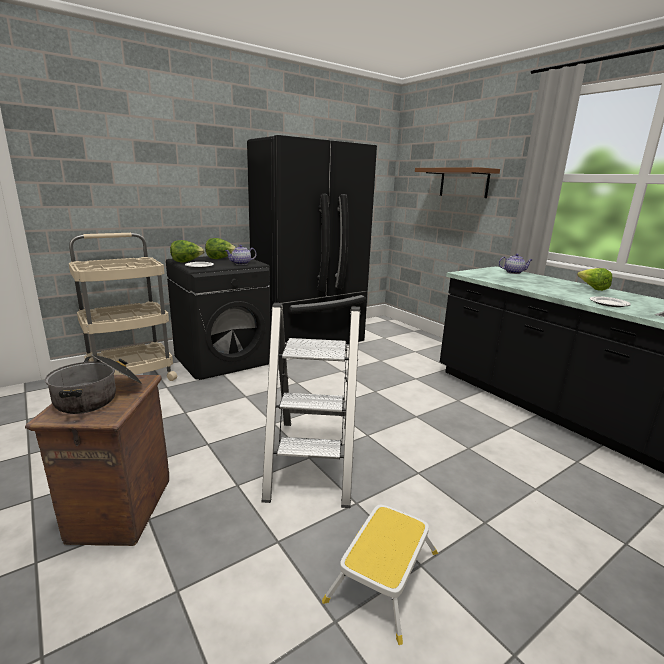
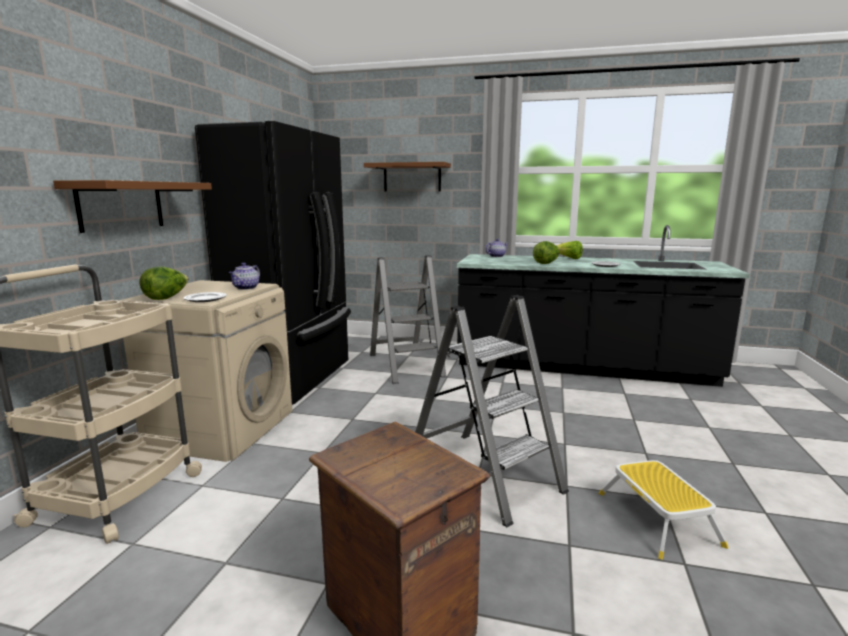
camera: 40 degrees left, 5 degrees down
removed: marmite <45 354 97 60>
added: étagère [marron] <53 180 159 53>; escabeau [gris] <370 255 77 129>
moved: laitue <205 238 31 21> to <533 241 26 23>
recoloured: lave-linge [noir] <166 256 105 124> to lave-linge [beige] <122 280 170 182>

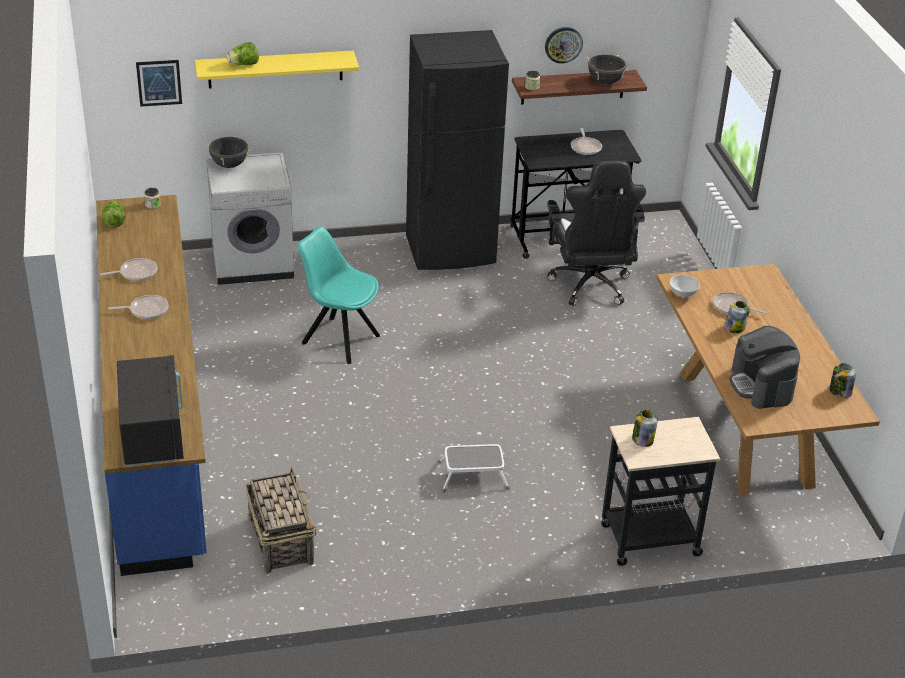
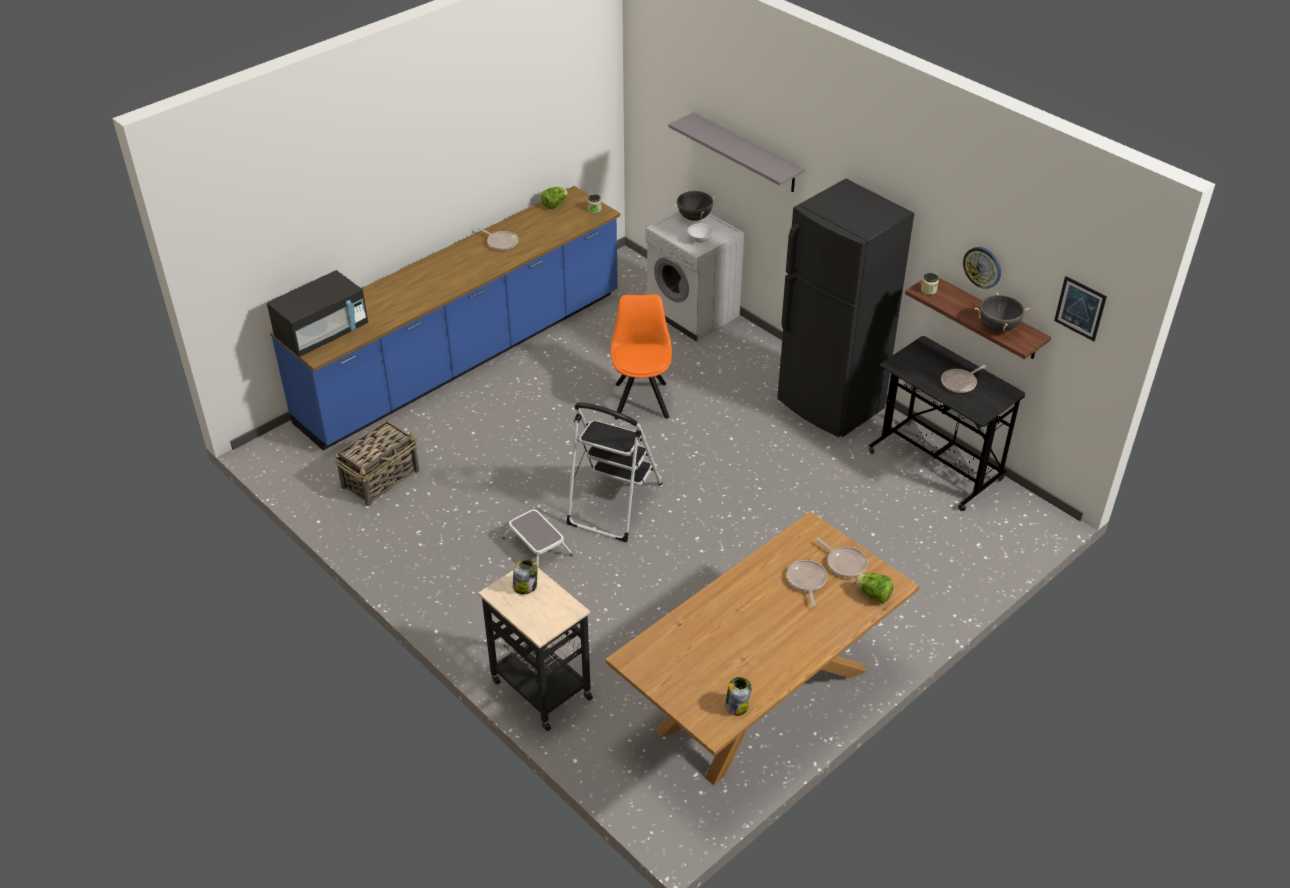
camera: 60 degrees right, 5 degrees up
removed: chaise de bureau [noir] <547 161 99 145>; bocal <725 301 25 32>; machine à café <730 326 70 83>
added: escabeau <567 403 96 139>
moved: laitue <227 42 32 23> to <855 573 38 30>; tableau <136 60 46 47> to <1054 276 53 65>; bol [blanc] <670 275 30 22> to <687 223 27 20>; poêle <108 295 60 24> to <816 538 52 40>
recoloured: étagère [jaune] <195 51 164 37> to étagère [gris] <668 112 137 80>; chaise [turquoise] <297 226 83 138> to chaise [orange] <611 294 61 126>

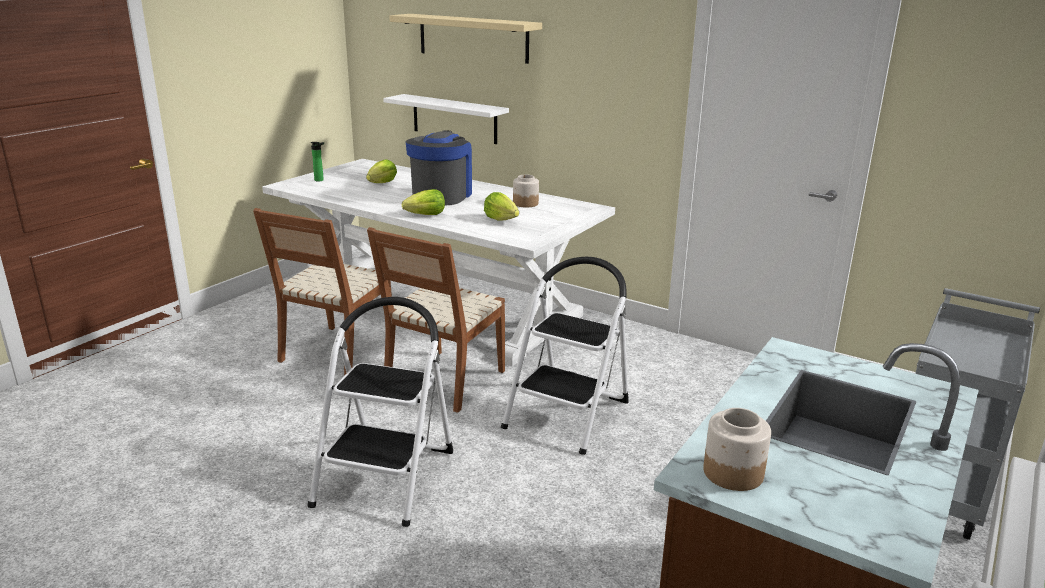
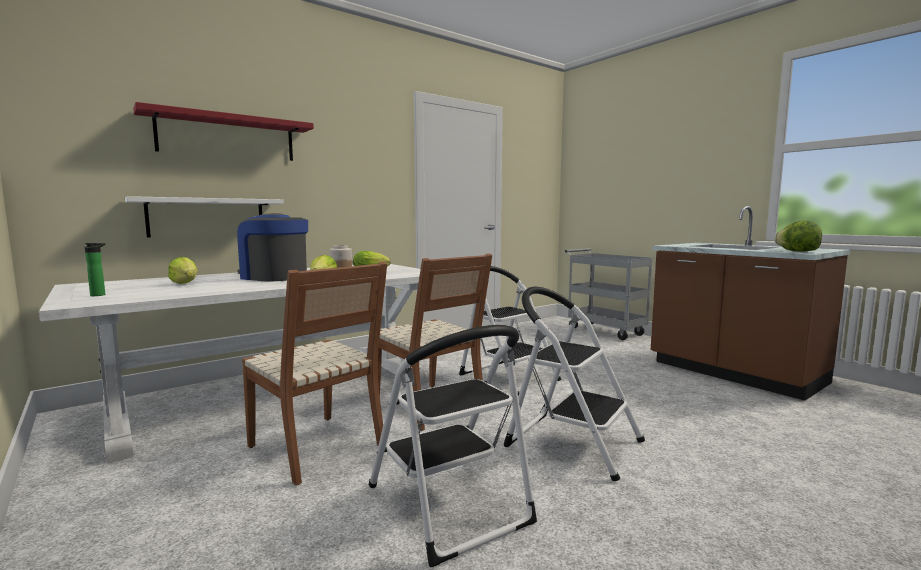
camera: 70 degrees left, 15 degrees down
added: escabeau <369 325 168 242>
replaced: bocal <703 408 68 83> to laitue <775 220 47 32>
recoloured: étagère [beige] <389 14 153 50> to étagère [rouge] <133 102 181 59>

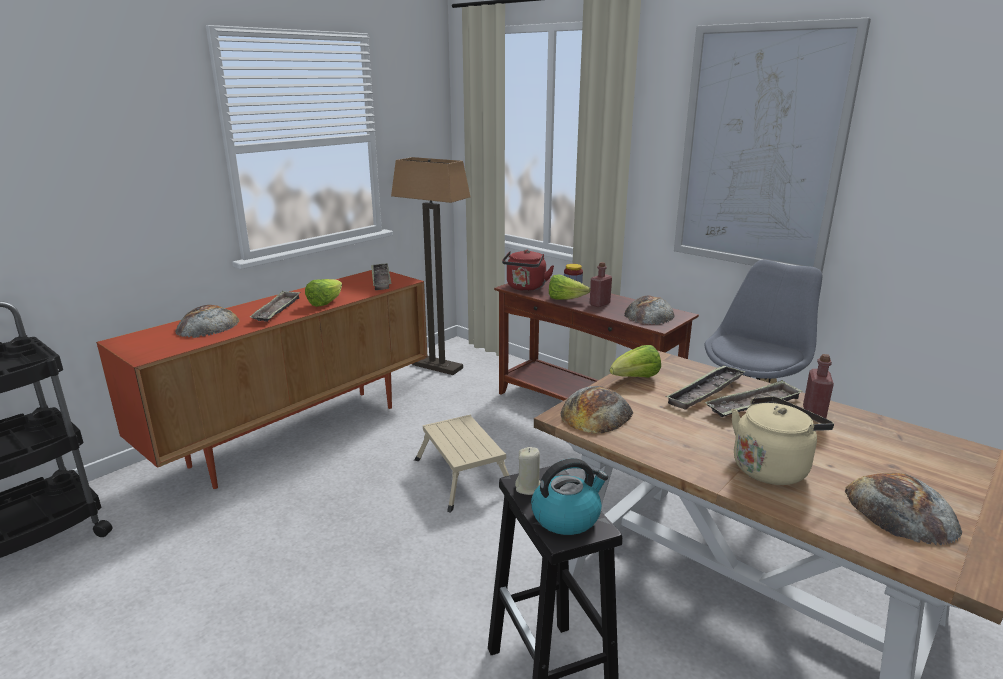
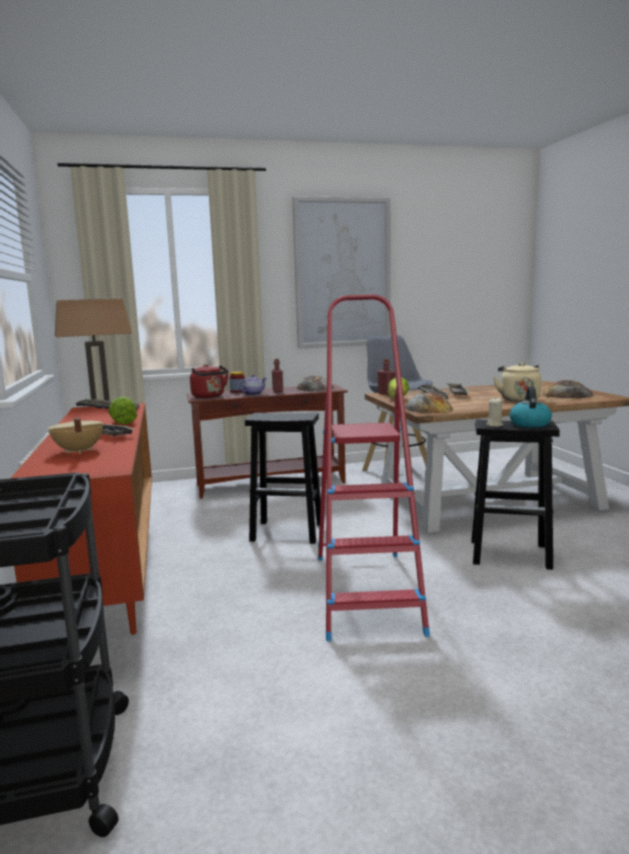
camera: 55 degrees left, 10 degrees down
added: escabeau [rouge] <318 295 112 346>
moved: bouteille [rouge] <803 354 31 64> to <378 359 17 36>
replaced: laitue <549 274 41 26> to théière <238 374 29 21>; pain <175 305 64 33> to marmite [beige] <48 417 55 37>; escabeau [beige] <414 415 96 98> to tabouret [noir] <245 413 76 131>

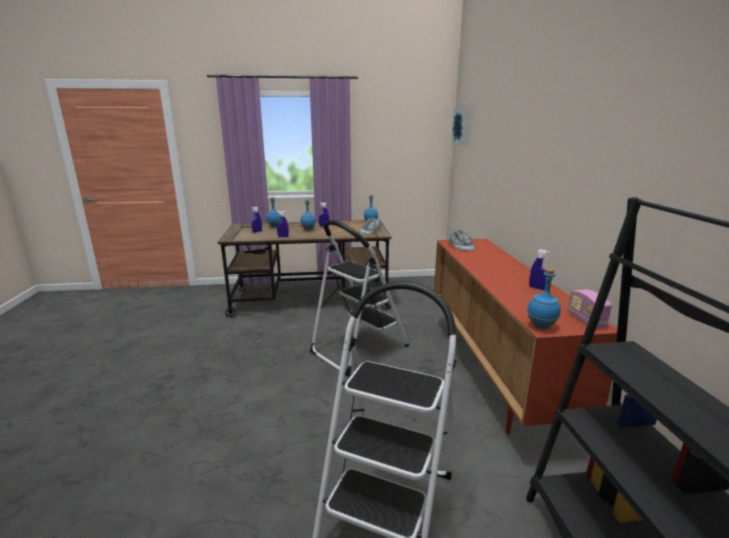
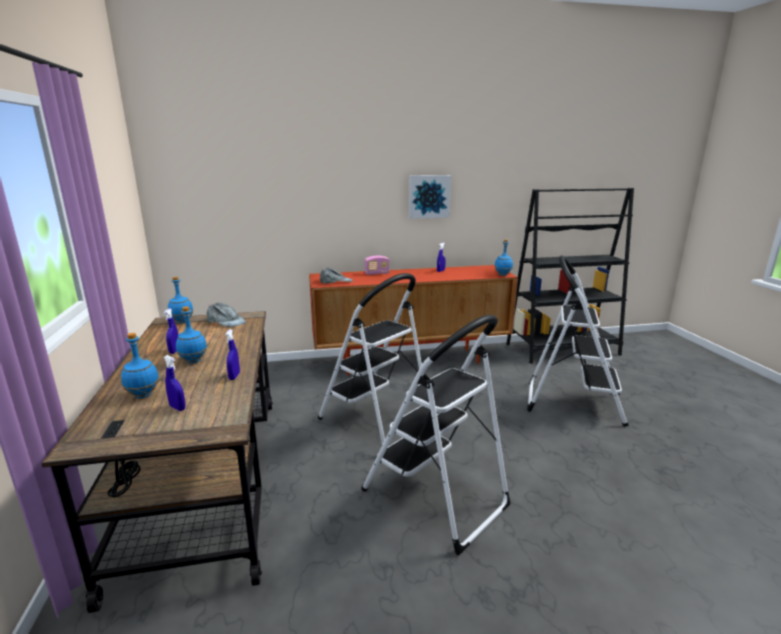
camera: 95 degrees left, 0 degrees up
added: escabeau <361 315 150 240>
moved: tableau <451 107 19 38> to <409 175 42 44>; radio <568 290 44 38> to <365 256 25 19>

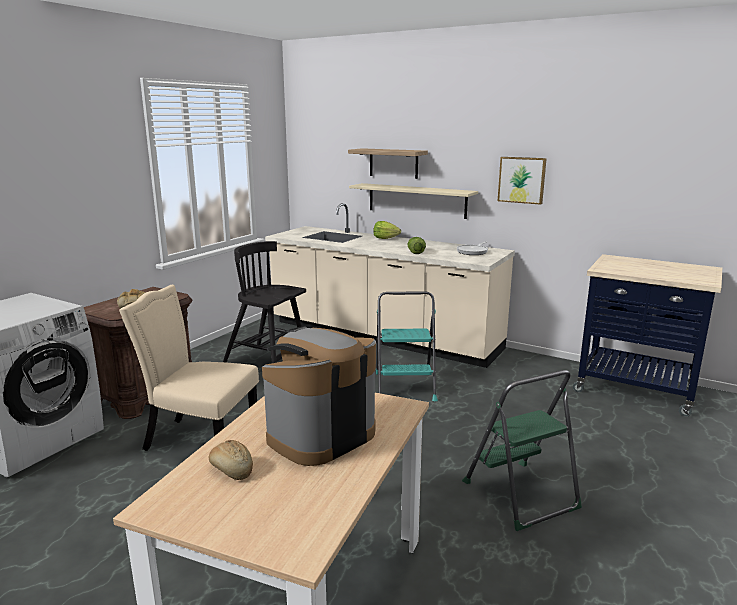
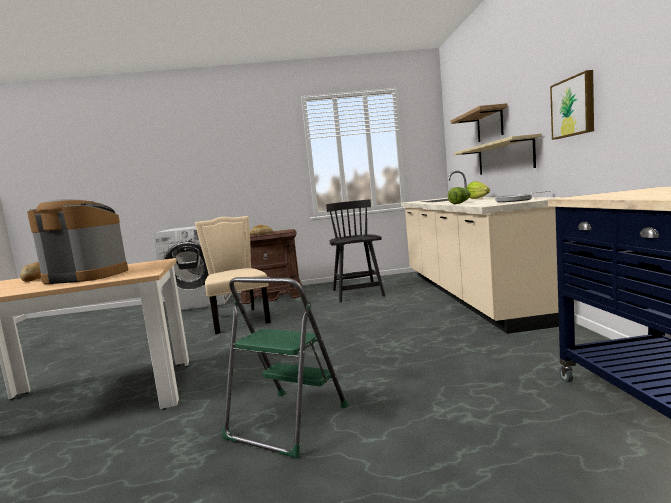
camera: 55 degrees right, 10 degrees down
removed: escabeau [turquoise] <376 291 62 110>

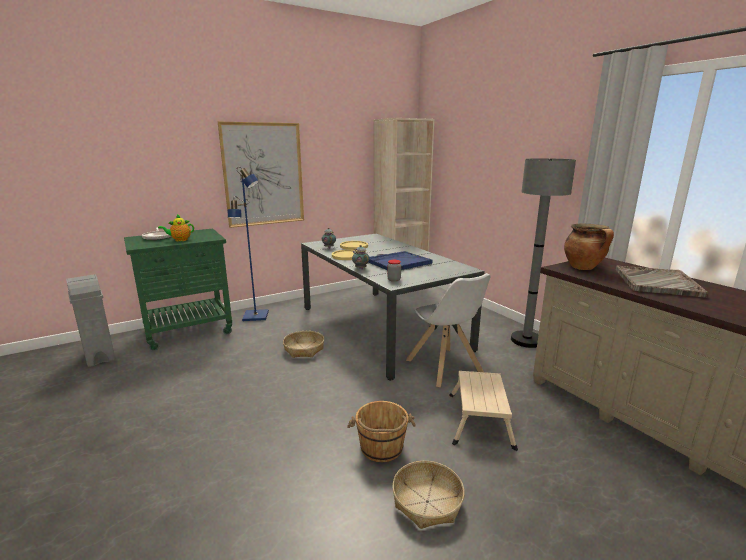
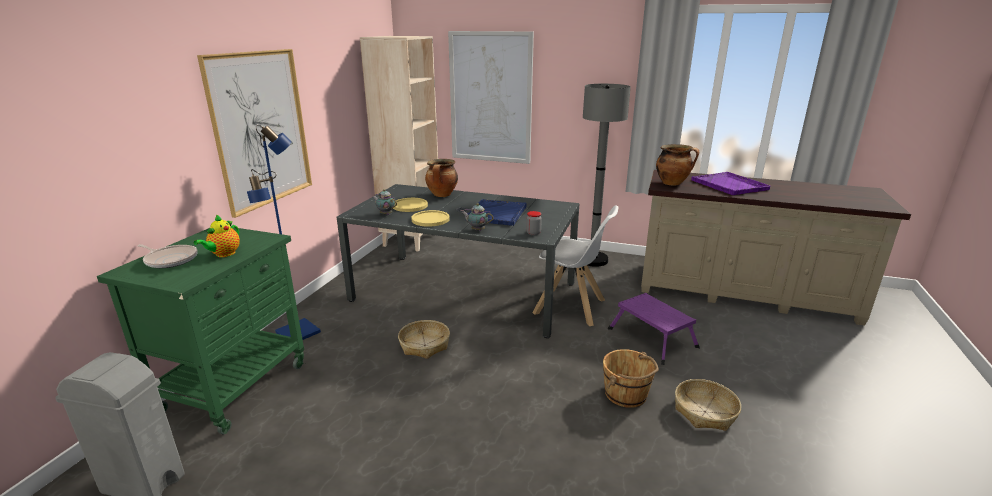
camera: 40 degrees left, 5 degrees up
added: tableau <448 31 86 133>; marmite <425 159 33 38>
recoloured: plateau [gris] <616 265 92 33> to plateau [violet] <691 172 79 23>; escabeau [beige] <449 371 69 80> to escabeau [violet] <608 293 92 72>

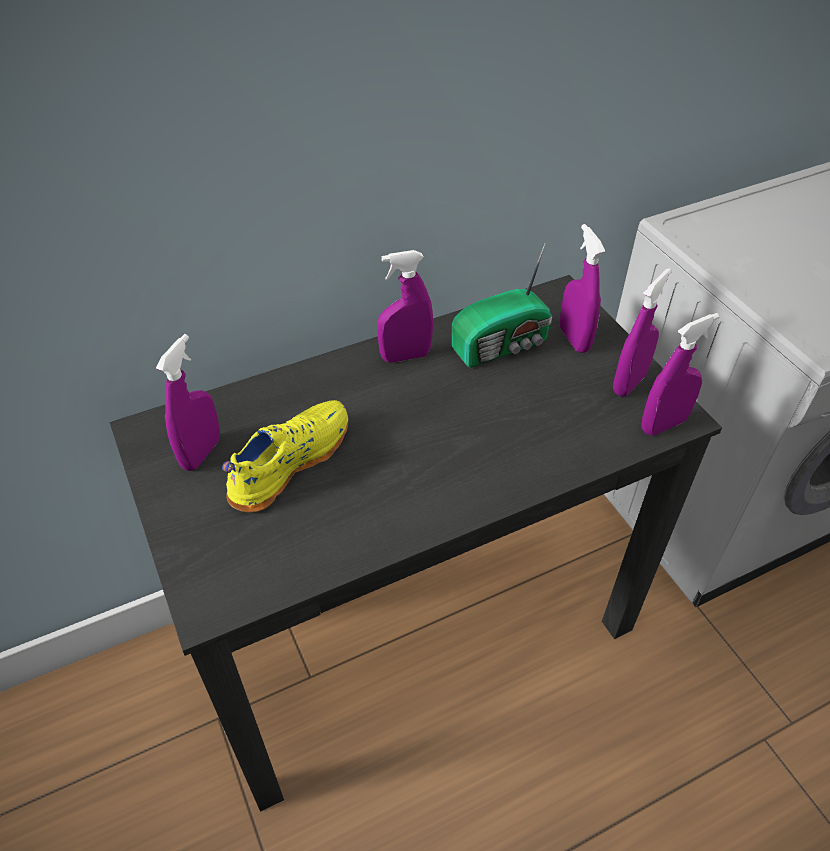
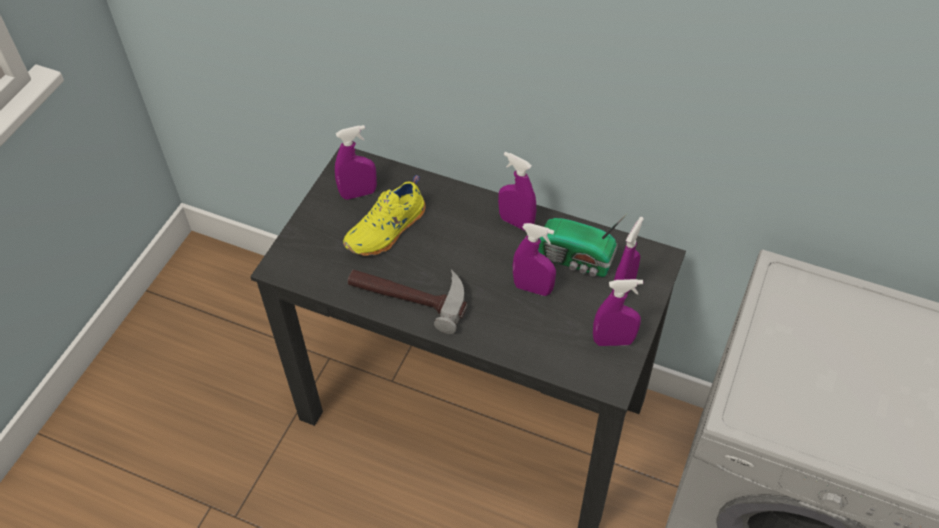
camera: 50 degrees right, 5 degrees up
added: marteau <348 270 119 64>
moved: vaporisateur [violet] <641 313 79 122> to <513 223 43 73>
turned: chaussure [jaune] <222 400 126 113> = <343 175 83 81> 135 degrees clockwise

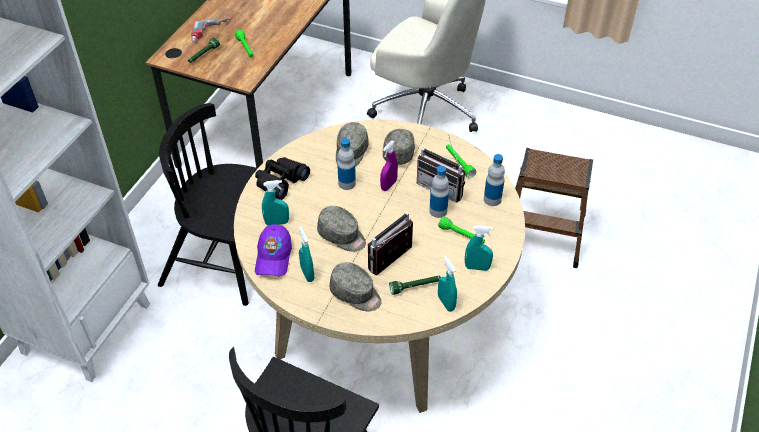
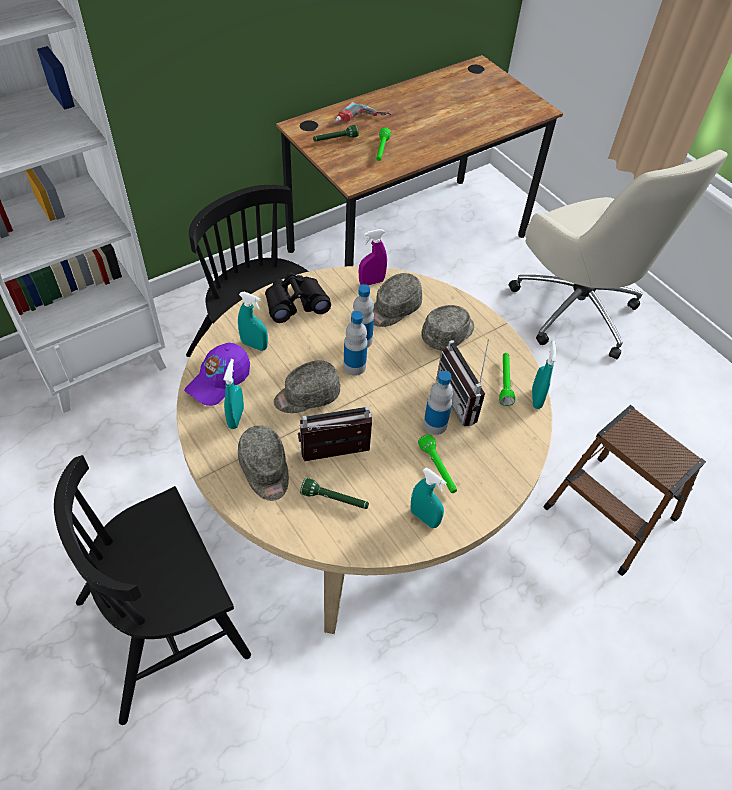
camera: 30 degrees right, 5 degrees up
moved: vaporisateur [violet] <380 141 18 50> to <359 229 28 57>; bouteille <484 154 21 52> to <343 311 25 65>; vaporisateur [turquoise] <438 255 19 57> to <532 340 24 69>
turned: casquette [gris] <317 206 49 46> = <274 360 66 53> 90 degrees clockwise

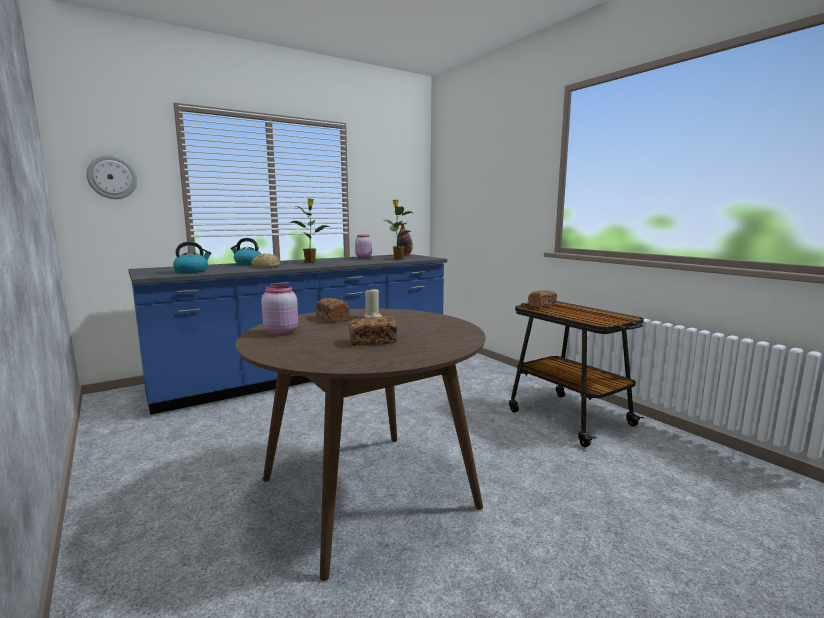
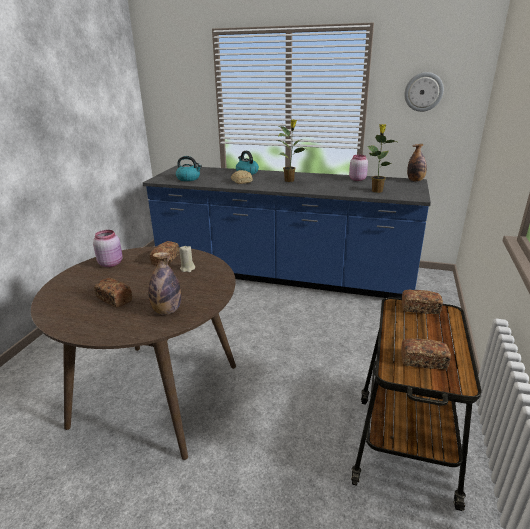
camera: 50 degrees right, 15 degrees up
added: bouteille <148 252 33 62>; pain <401 338 50 31>
moved: horloge murale <86 155 51 44> to <404 72 40 40>

